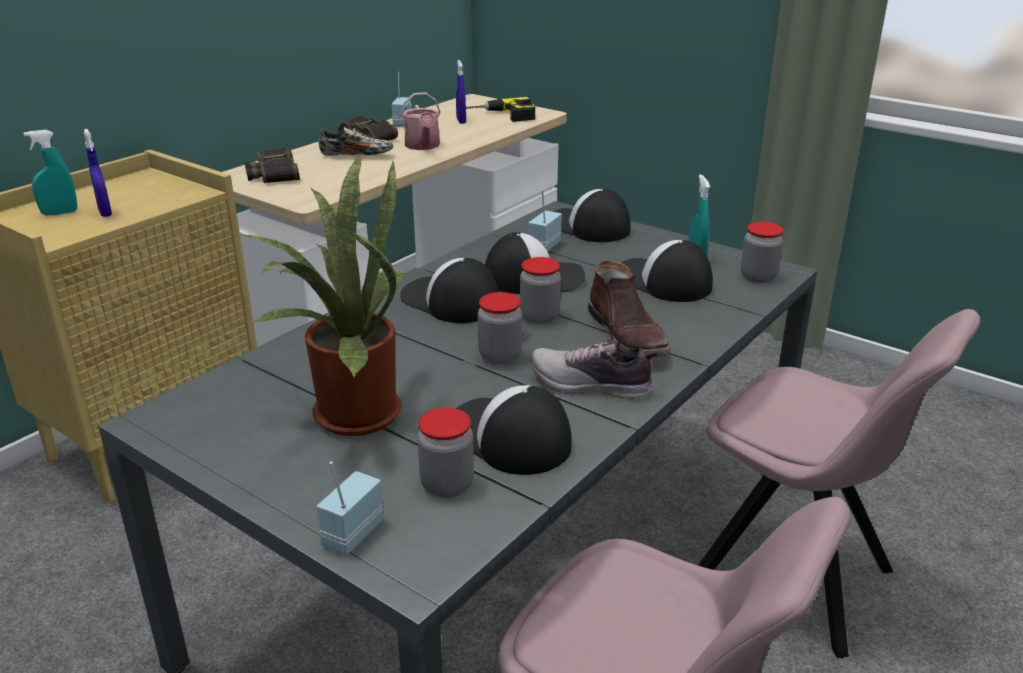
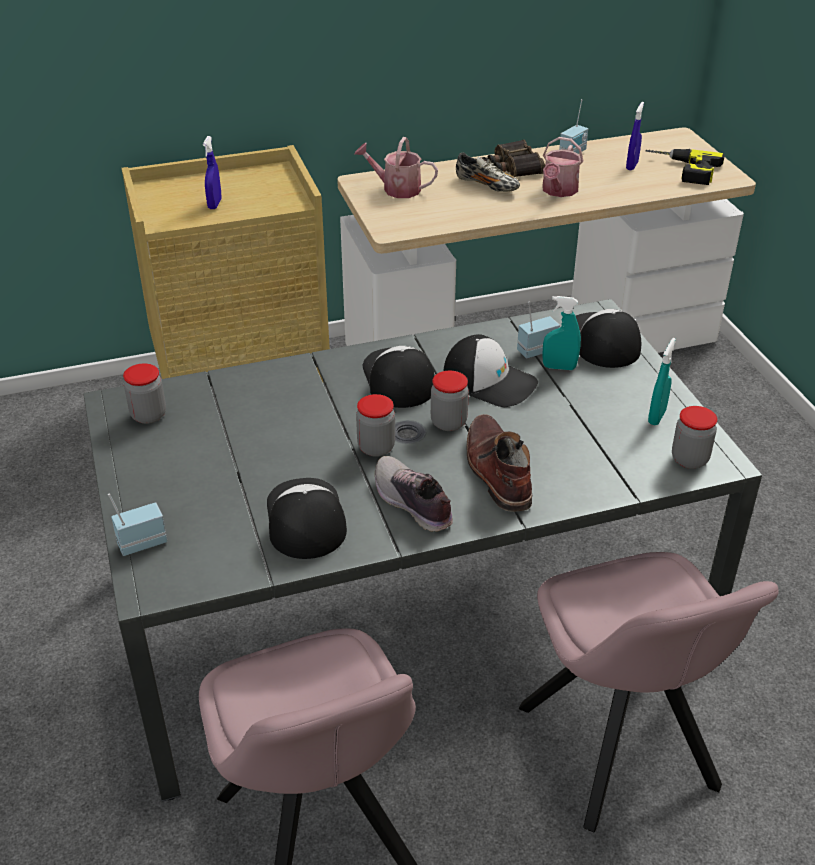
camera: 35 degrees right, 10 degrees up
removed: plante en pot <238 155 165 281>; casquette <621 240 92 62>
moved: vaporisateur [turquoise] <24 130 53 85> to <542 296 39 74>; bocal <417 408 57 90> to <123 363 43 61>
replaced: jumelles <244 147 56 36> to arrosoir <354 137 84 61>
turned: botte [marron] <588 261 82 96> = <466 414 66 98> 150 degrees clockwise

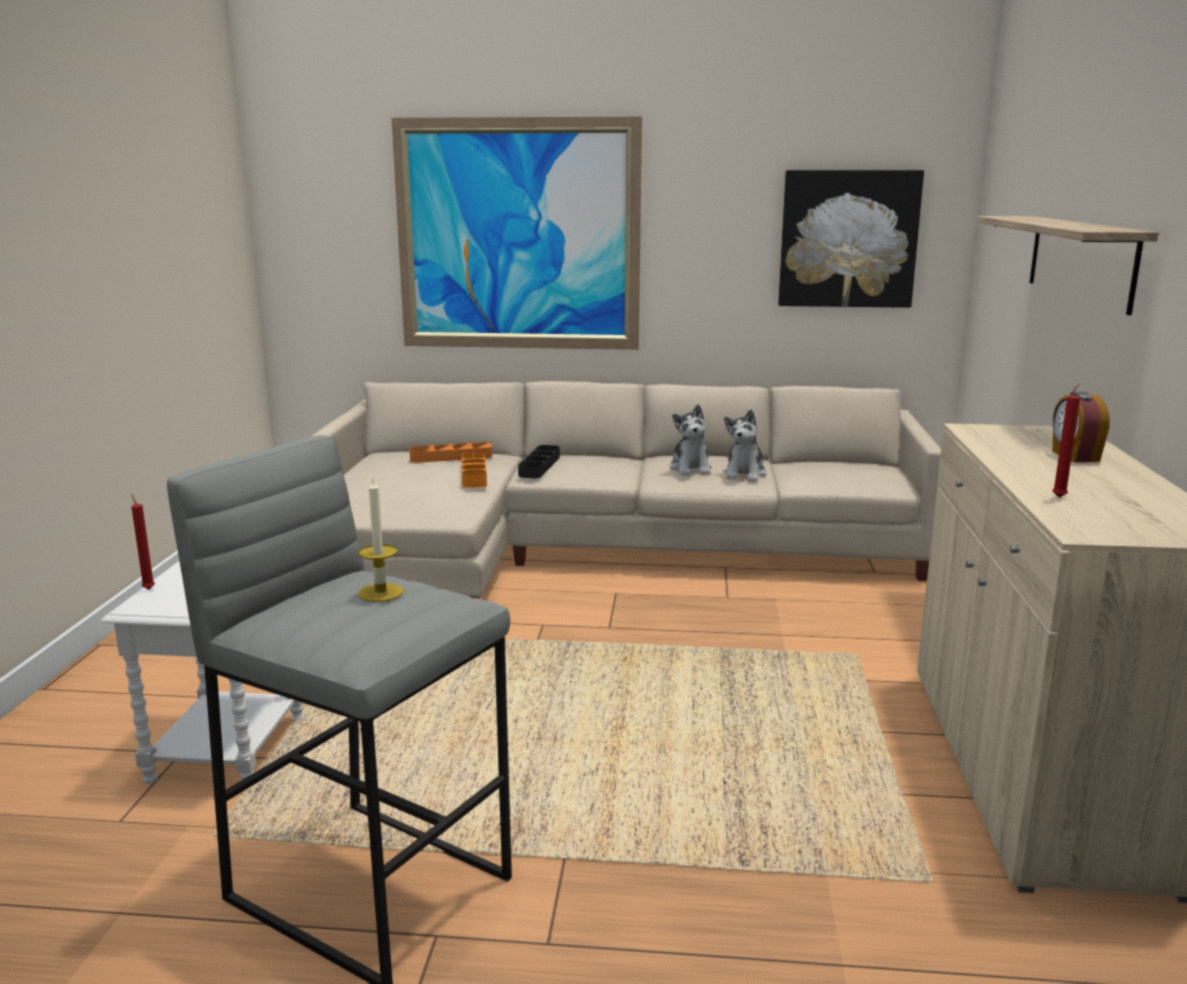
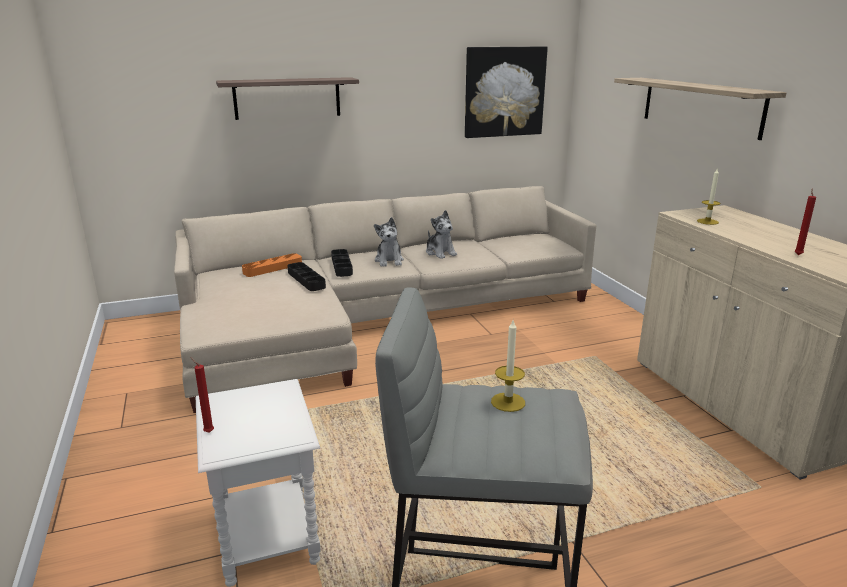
camera: 25 degrees left, 5 degrees up
removed: réveil <1052 392 58 70>
added: bougie <697 169 24 56>
moved: peluche <724 409 43 72> to <374 217 30 50>
replaced: tableau <391 116 251 234> to étagère <216 77 143 43>
recoloured: plateau [orange] <462 452 25 36> to plateau [noir] <287 262 39 29>

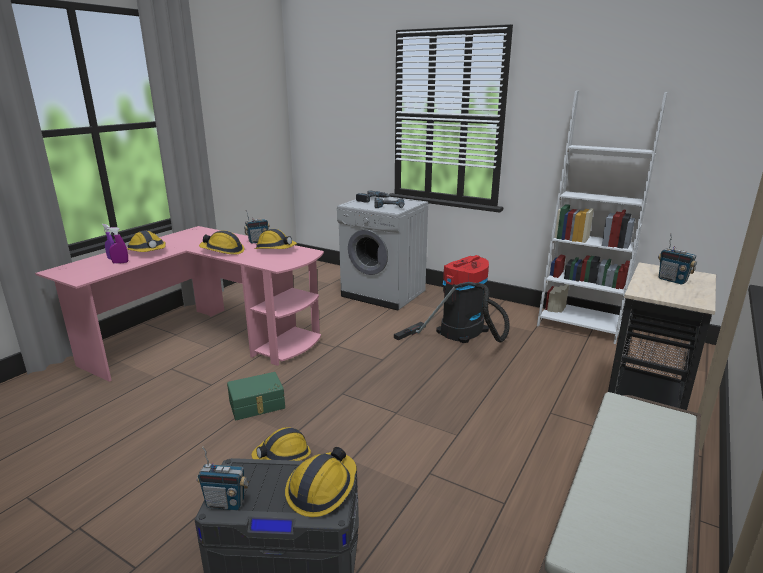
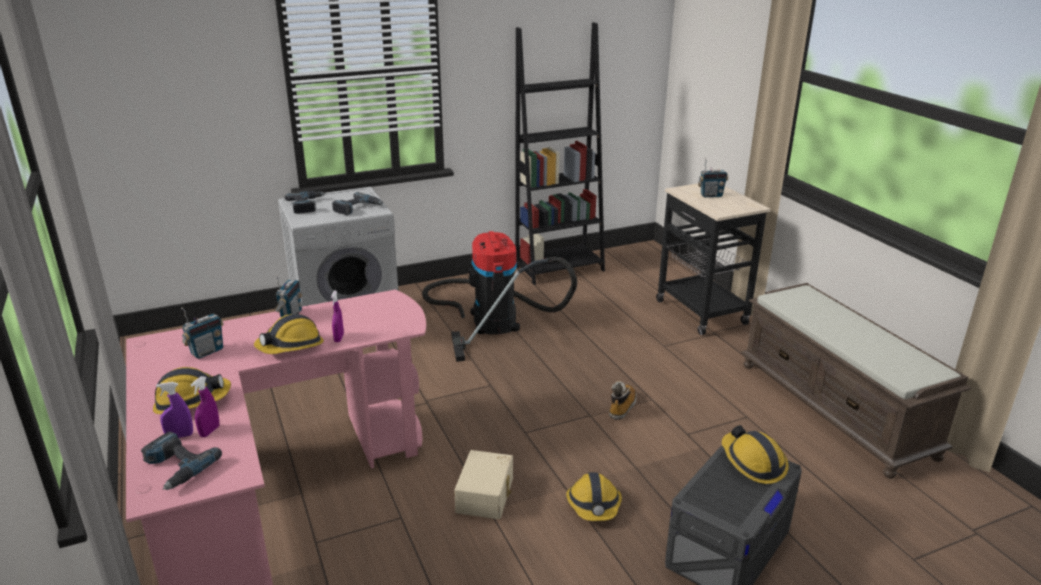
camera: 55 degrees left, 5 degrees up
removed: casque de chantier <255 229 42 20>
added: vaporisateur [violet] <331 290 13 52>; botte <609 381 27 39>; perceuse <141 432 81 58>
moved: radio <197 446 52 64> to <181 307 42 52>
recoloured: bibliothèque [blanc] <537 91 131 253> to bibliothèque [noir] <515 22 90 263>; boîte de rangement [vert] <227 372 58 48> to boîte de rangement [beige] <454 450 59 69>

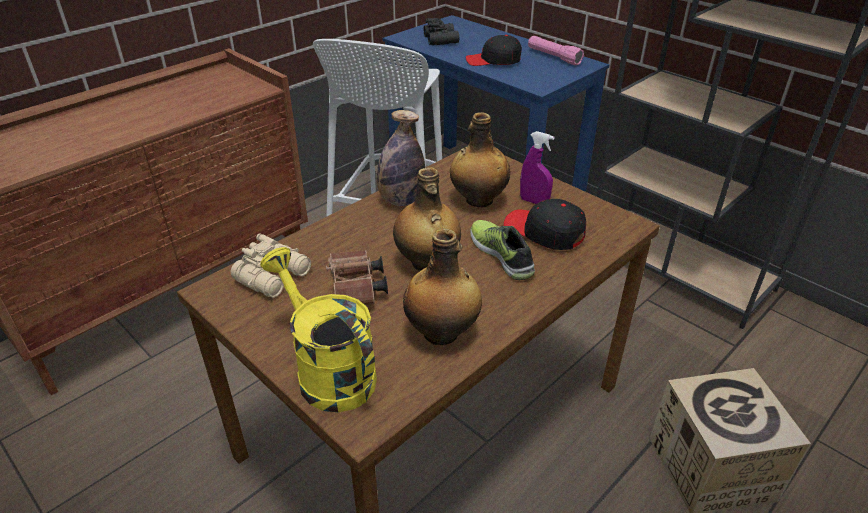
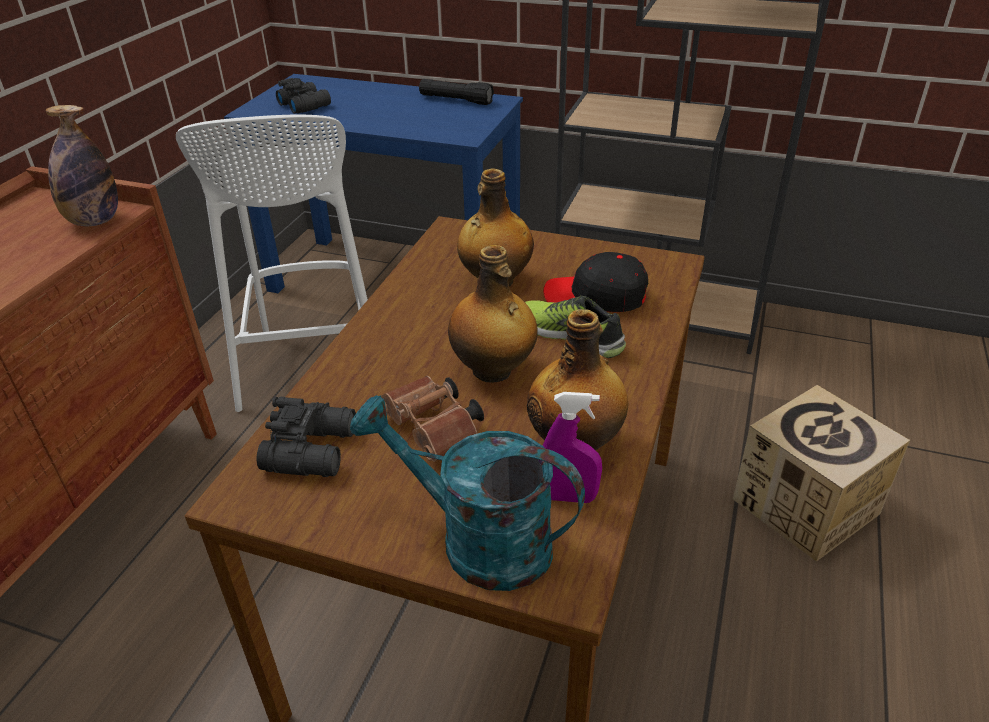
camera: 25 degrees left, 0 degrees up
removed: casquette [noir] <466 35 56 31>
moved: bouteille <377 110 48 96> to <46 105 72 121>; vaporisateur [violet] <520 131 34 73> to <543 392 59 111>
recoloured: lampe de poche [rose] <528 36 56 29> to lampe de poche [noir] <419 79 75 26>; jumelles [beige] <231 233 80 65> to jumelles [noir] <256 397 100 80>; arrosoir [jaune] <260 247 117 166> to arrosoir [turquoise] <350 395 235 196>

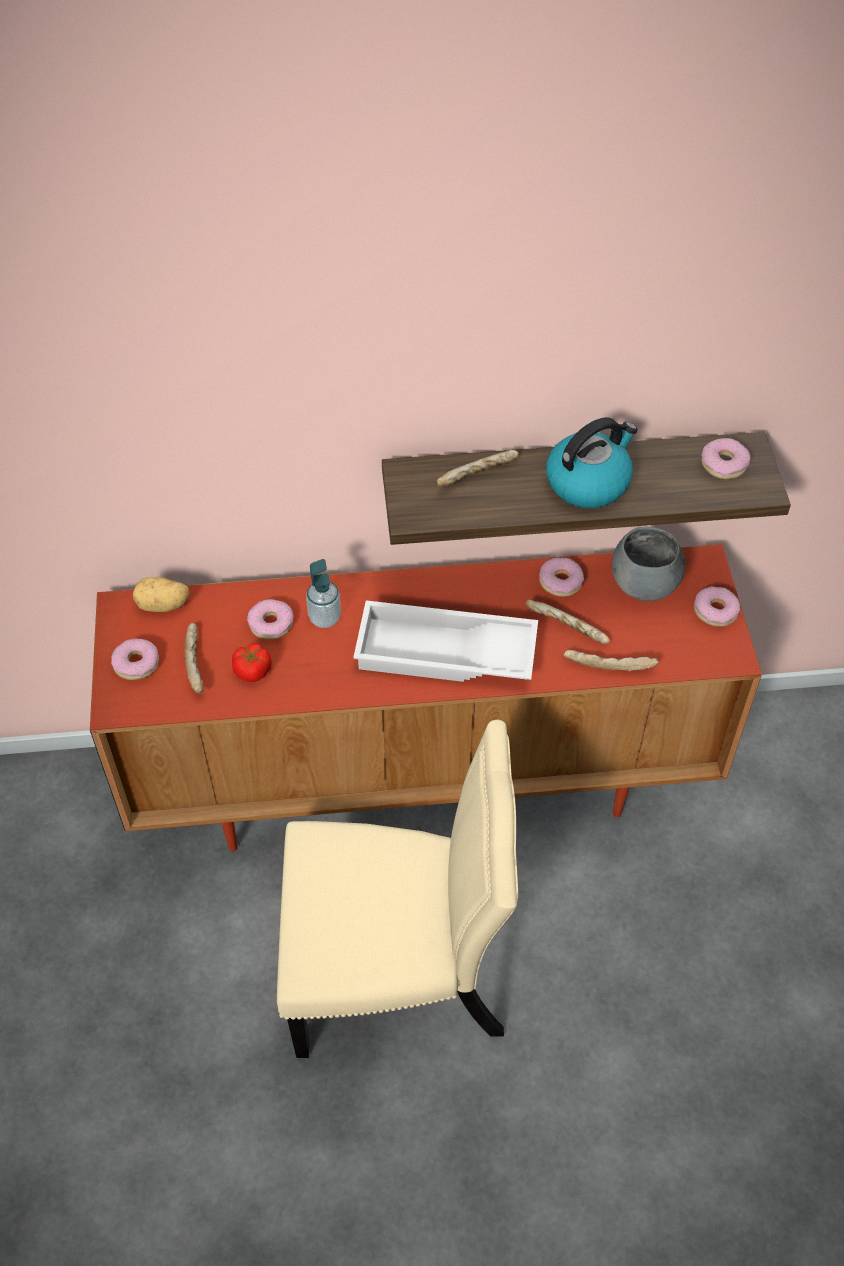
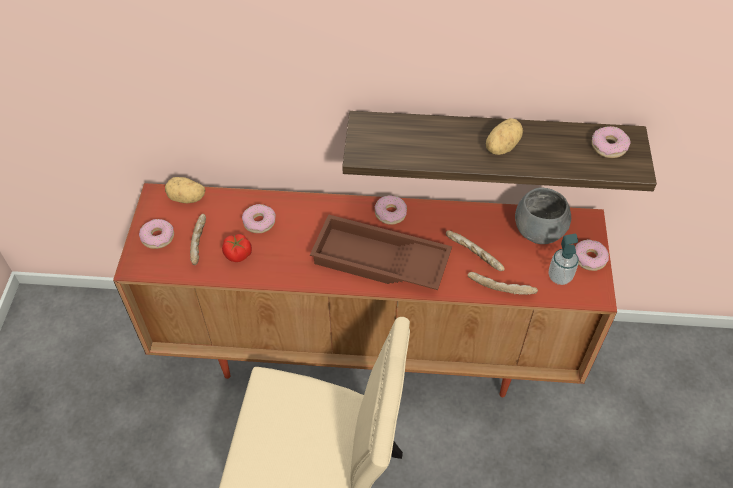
camera: 10 degrees right, 0 degrees up
removed: pain <437 450 82 37>
moved: beignet <539 557 45 40> to <375 195 32 30>; distributeur de savon <306 559 35 69> to <549 234 30 51>
replaced: bouilloire <546 417 92 91> to pomme de terre <486 118 37 37>
recoloured: plateau [blanc] <353 600 185 82> to plateau [marron] <310 214 142 76>

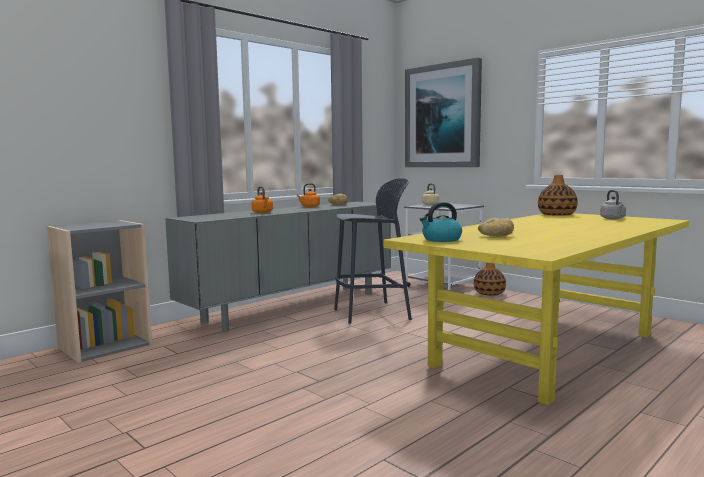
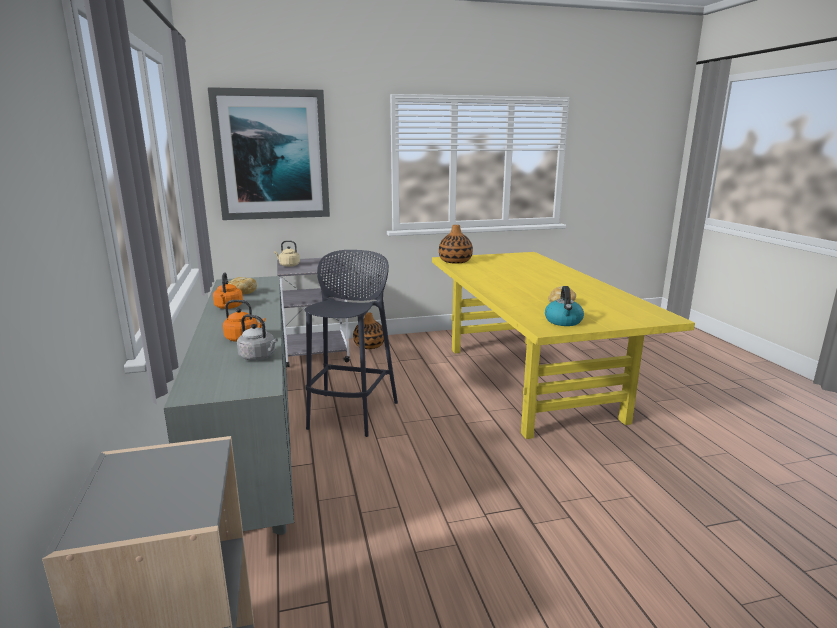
camera: 60 degrees left, 10 degrees up
moved: bouilloire [gris] <600 190 26 29> to <237 314 41 46>

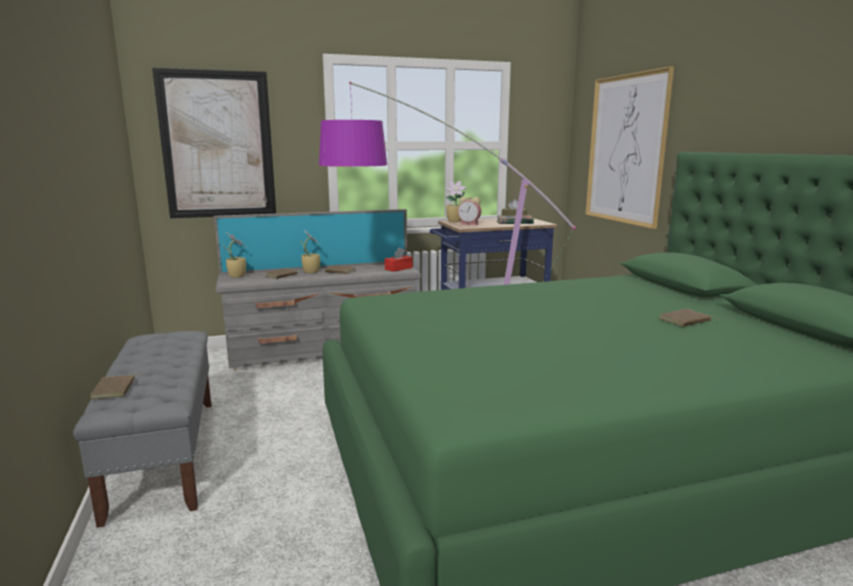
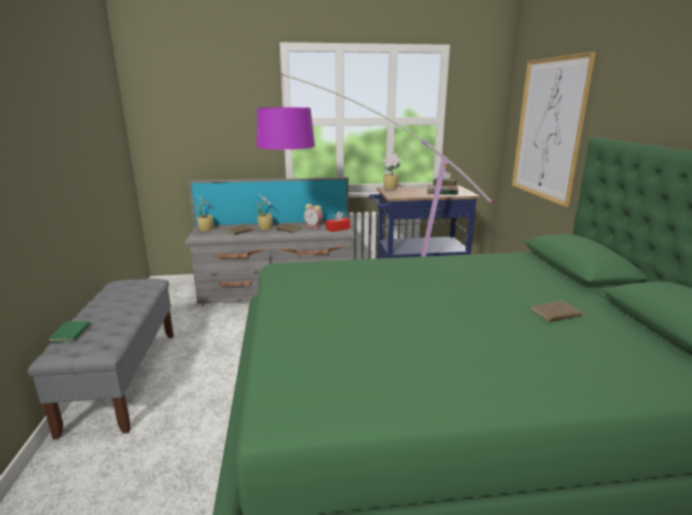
camera: 10 degrees right, 5 degrees up
removed: tableau <152 68 124 150>
moved: réveil <458 196 23 29> to <304 204 19 25>
recoloured: livre [marron] <91 373 52 27> to livre [vert] <49 320 48 22>

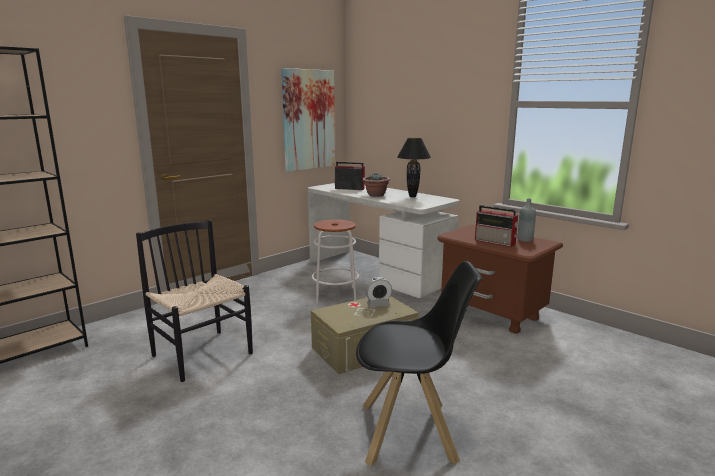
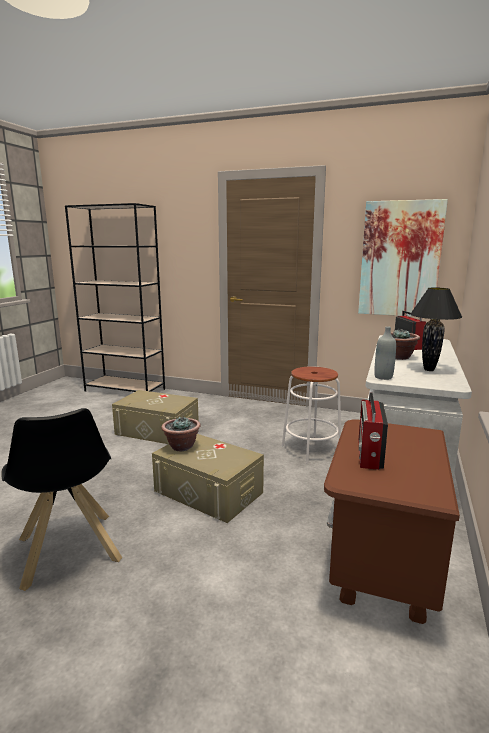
camera: 65 degrees right, 0 degrees up
removed: réveil <365 277 27 30>
added: plante en pot <161 416 40 35>
moved: bouteille [gris] <518 198 18 44> to <374 326 22 54>
replaced: chaise [noir] <136 220 117 162> to boîte de rangement [beige] <112 390 87 54>

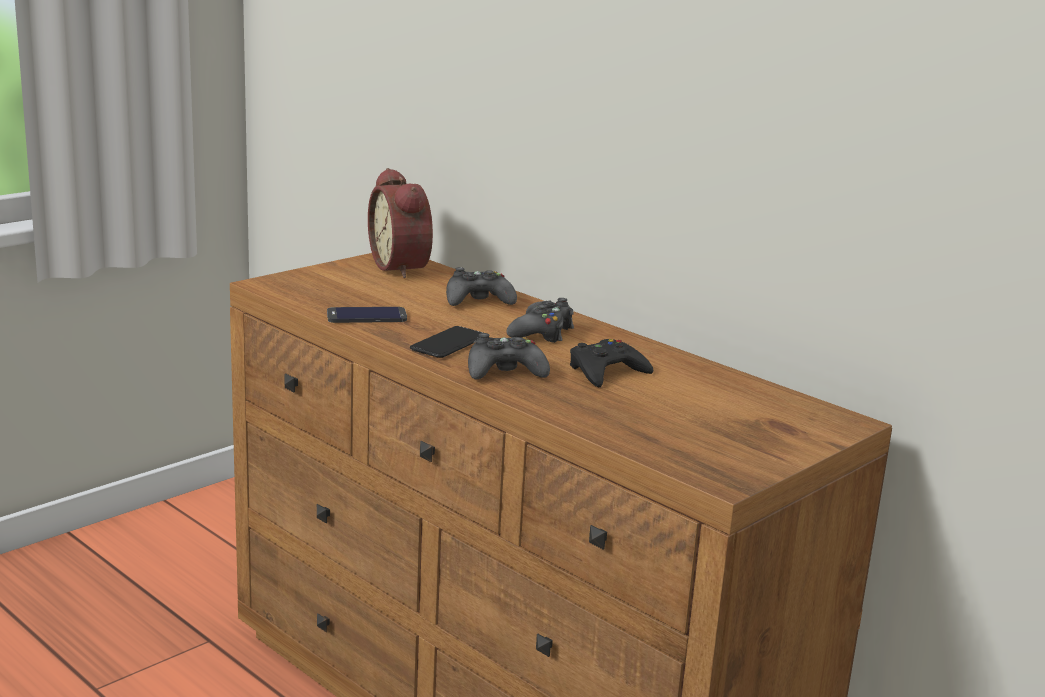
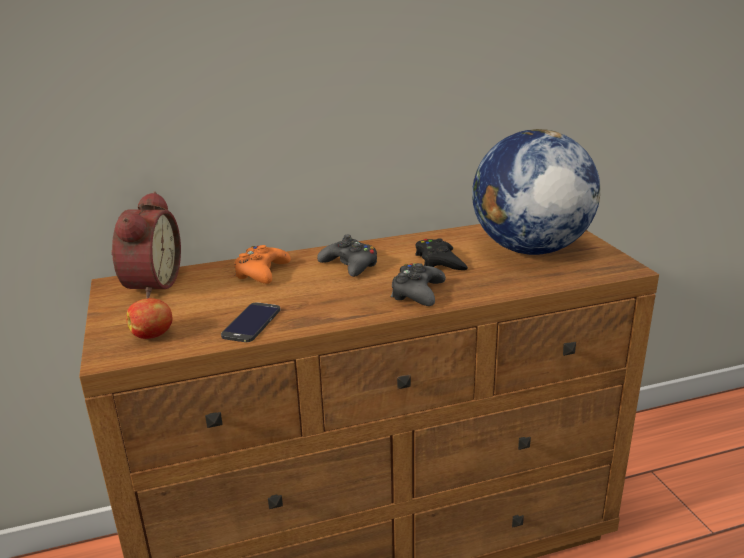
camera: 60 degrees left, 5 degrees up
removed: téléphone <410 326 73 32>
added: globe <472 129 128 126>; pomme <126 298 47 41>
recoloured: manette [noir] <446 267 71 39> to manette [orange] <234 245 57 39>
turned: réveil <368 168 65 110> = <111 191 70 108> 90 degrees counterclockwise

